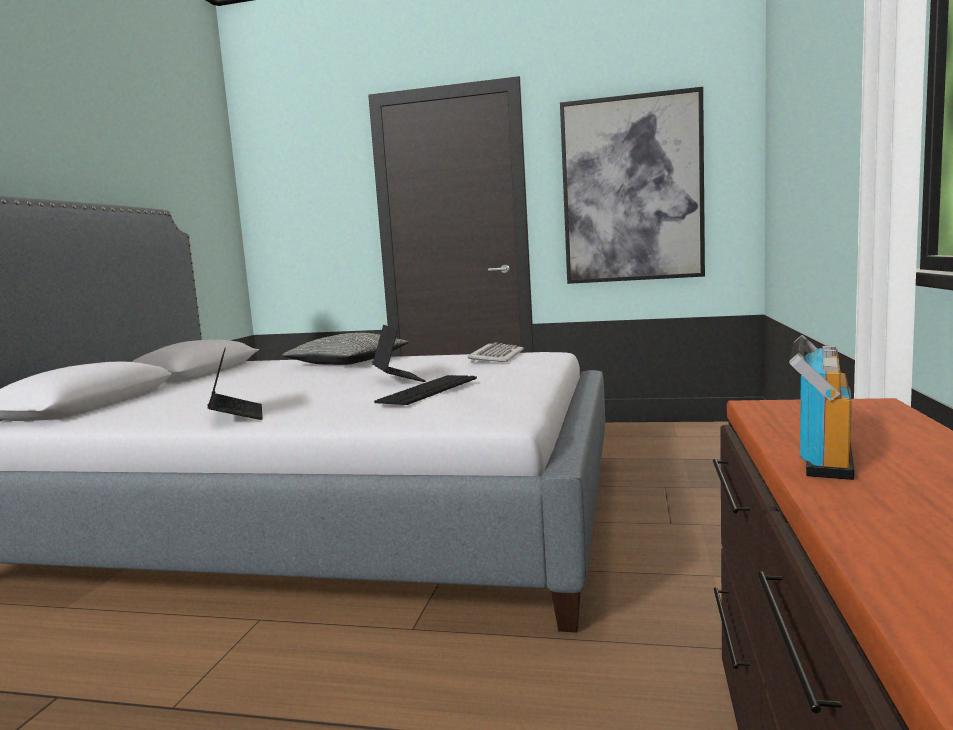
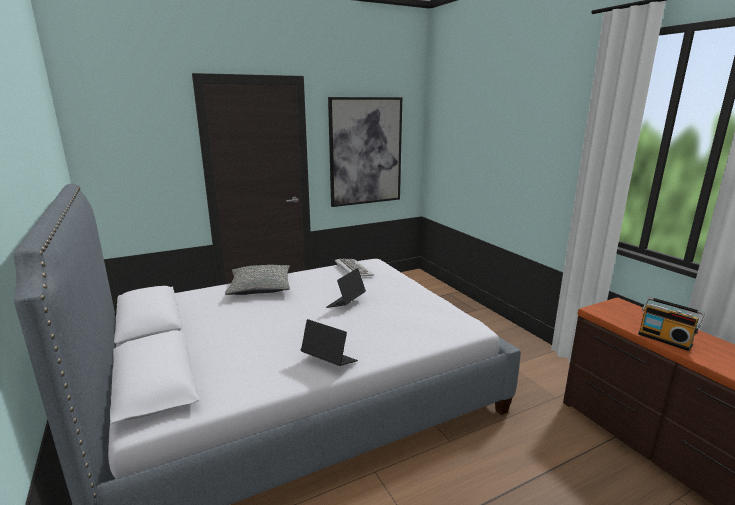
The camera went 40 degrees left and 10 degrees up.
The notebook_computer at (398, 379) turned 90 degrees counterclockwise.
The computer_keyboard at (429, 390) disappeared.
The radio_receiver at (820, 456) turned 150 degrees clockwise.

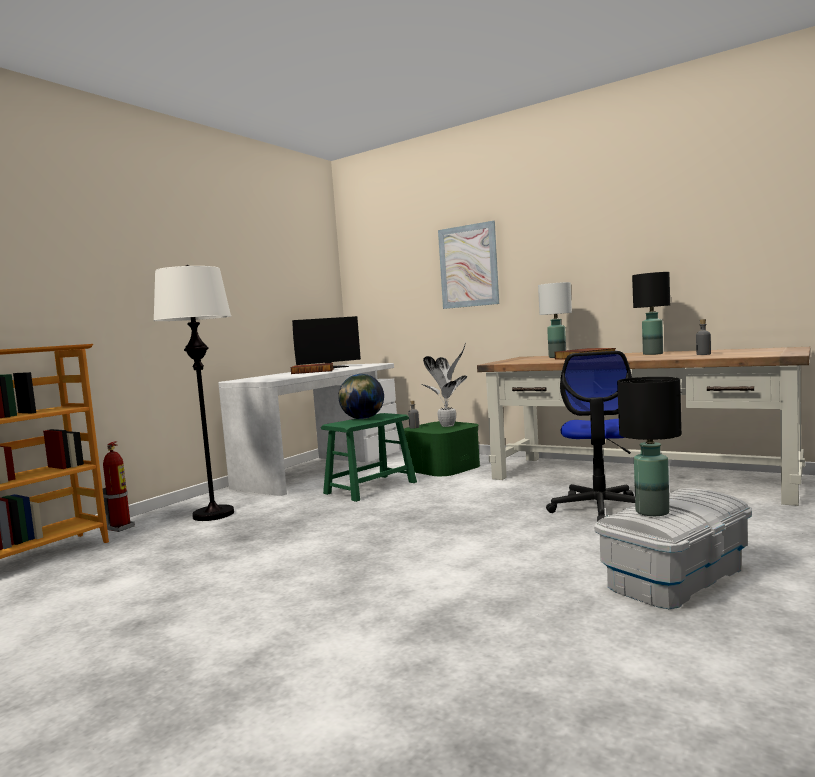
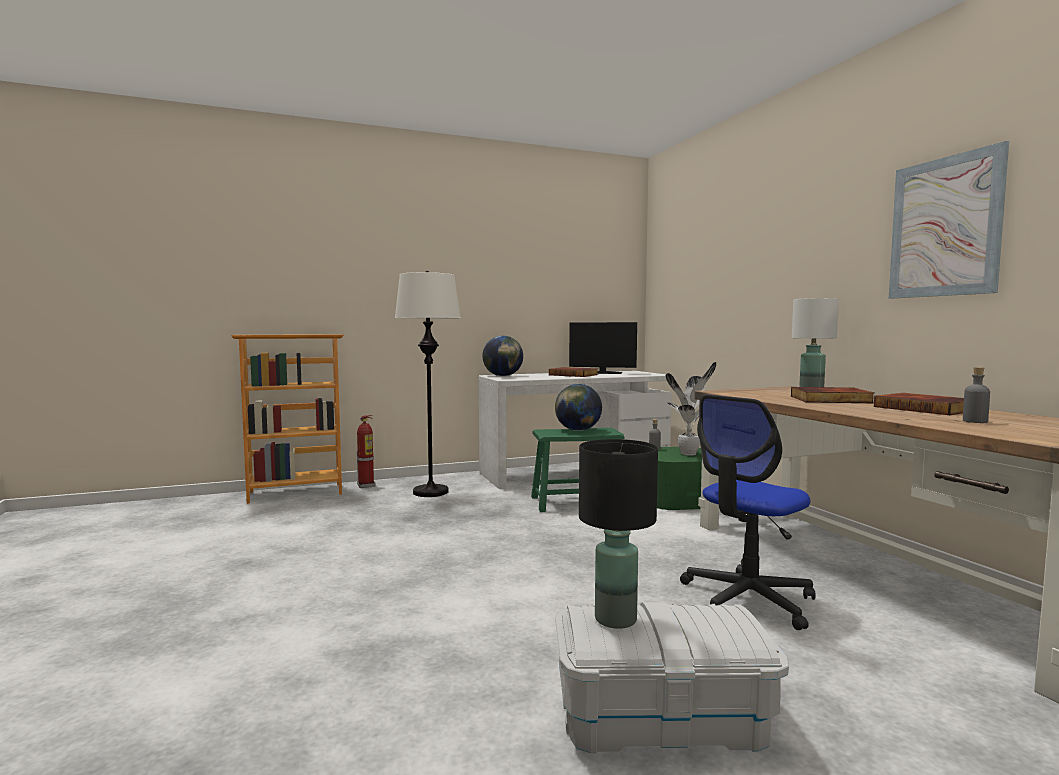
The camera went 35 degrees right and 0 degrees up.
The wall_art moved from (468, 266) to (944, 227).
The blackish_tabletop_lamp at (653, 354) was replaced by the book at (926, 408).
The world_globe at (503, 376) appeared.

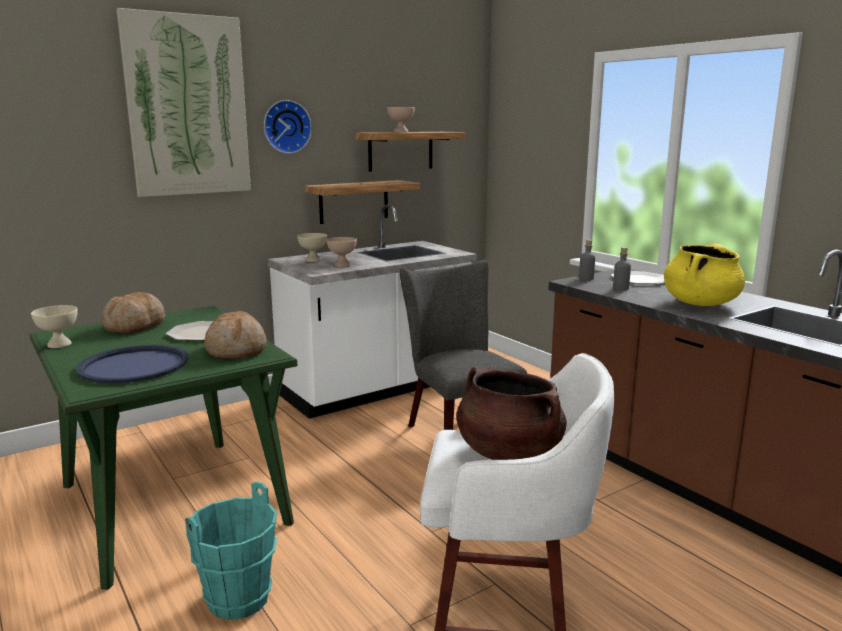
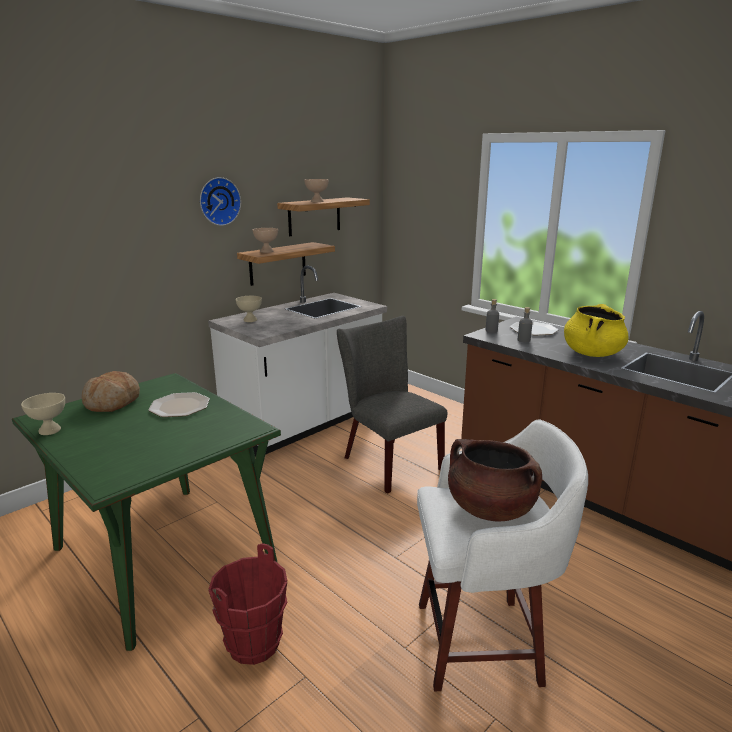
The camera went 10 degrees left and 5 degrees up.
The blue-coloured_carrying_tray at (134, 365) disappeared.
The wall_art at (187, 106) disappeared.
The turquoise-coloured_pail at (239, 599) became the red_pail at (254, 644).
The bakery_bread at (236, 350) disappeared.
The beige_serving_bowl moved from (343, 265) to (267, 251).

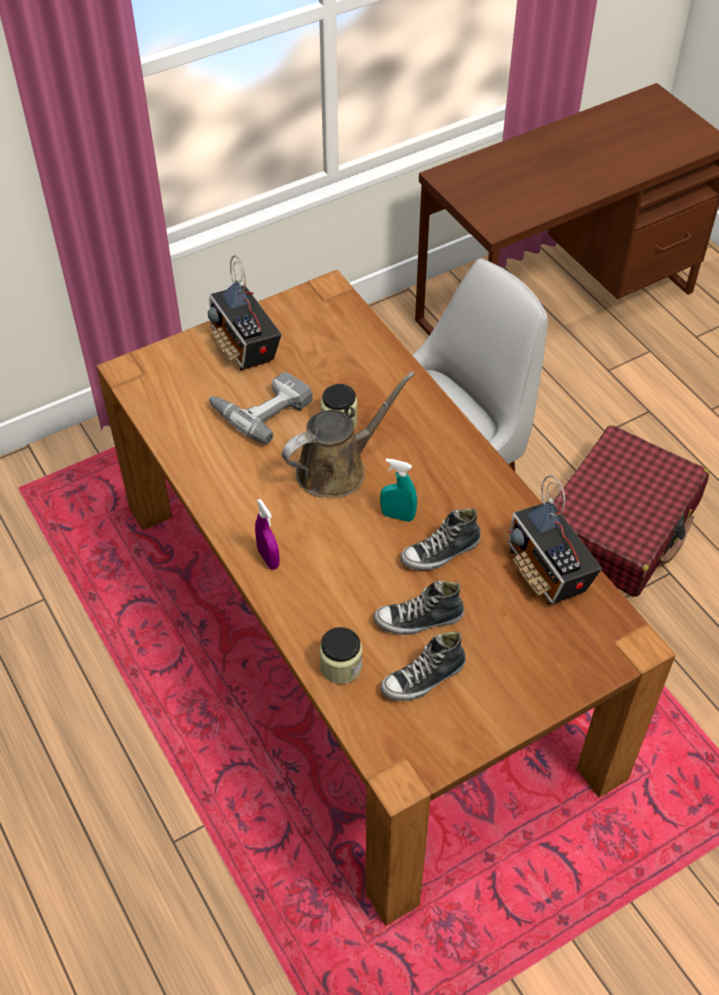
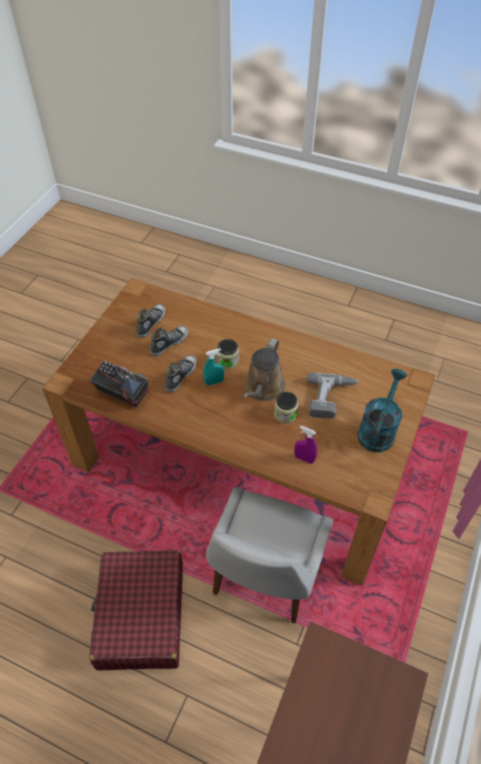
The camera went 145 degrees right and 0 degrees up.
The radio_receiver at (245, 346) was replaced by the turquoise-coloured_watering_pot at (378, 429).
The purple-coloured_hand_sprayer moved from (268, 558) to (304, 458).
The preserve_jar moved from (341, 666) to (228, 361).

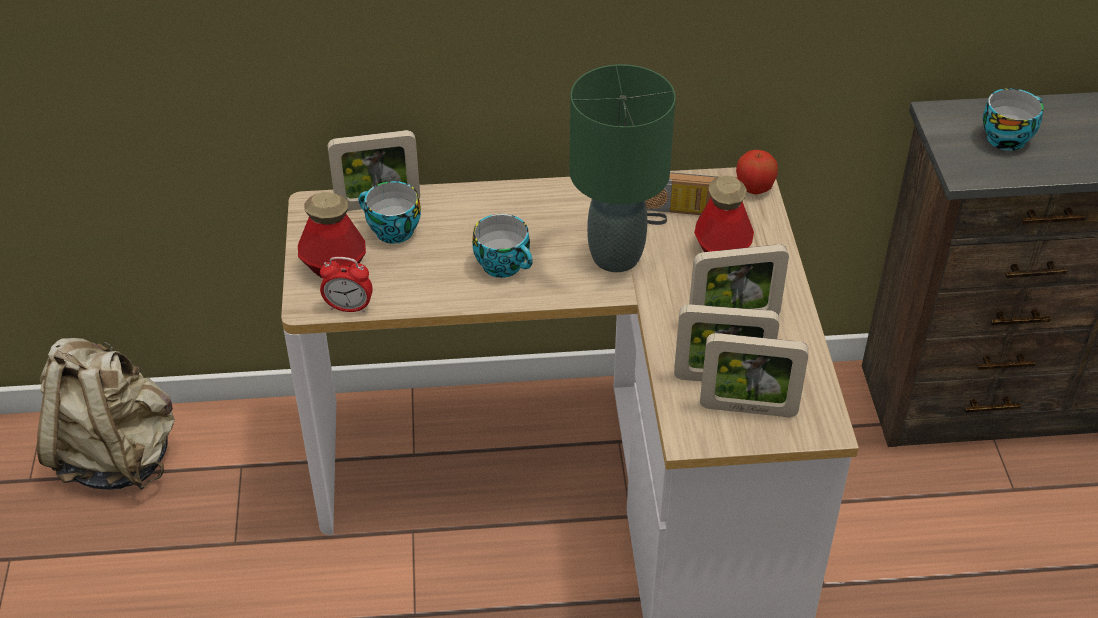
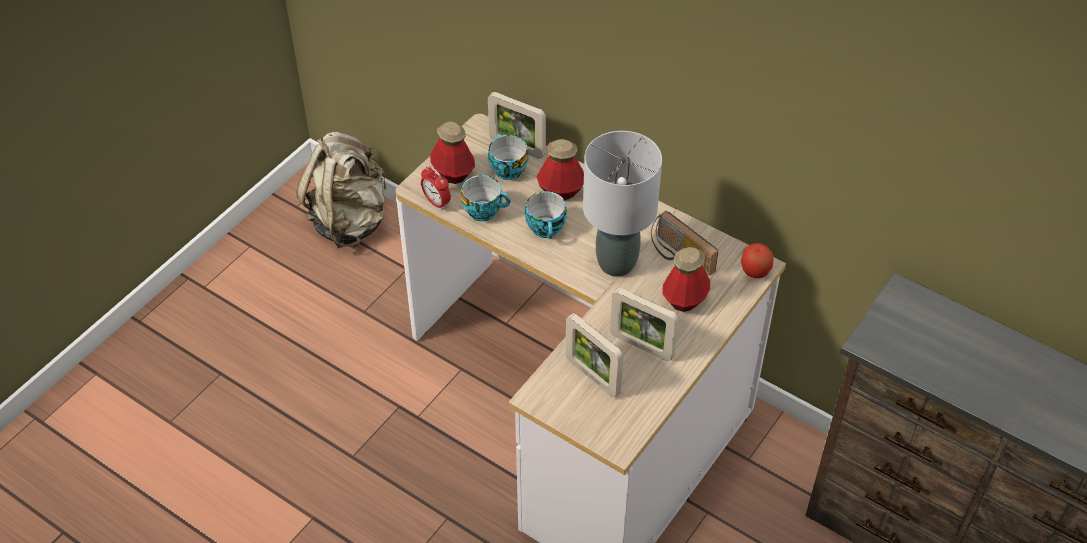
The camera went 40 degrees right and 5 degrees up.
The green_tabletop_lamp at (616, 257) became the greyish_tabletop_lamp at (617, 264).
The standing_frame at (748, 409) disappeared.
The drinking_cup moved from (1007, 137) to (484, 210).
The bottle at (561, 191) appeared.

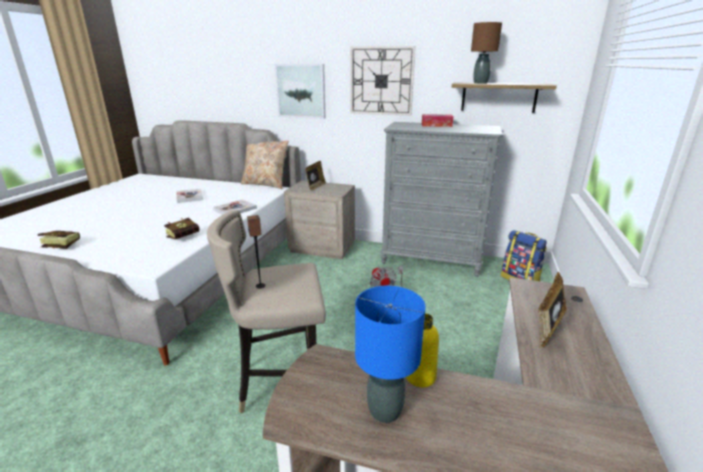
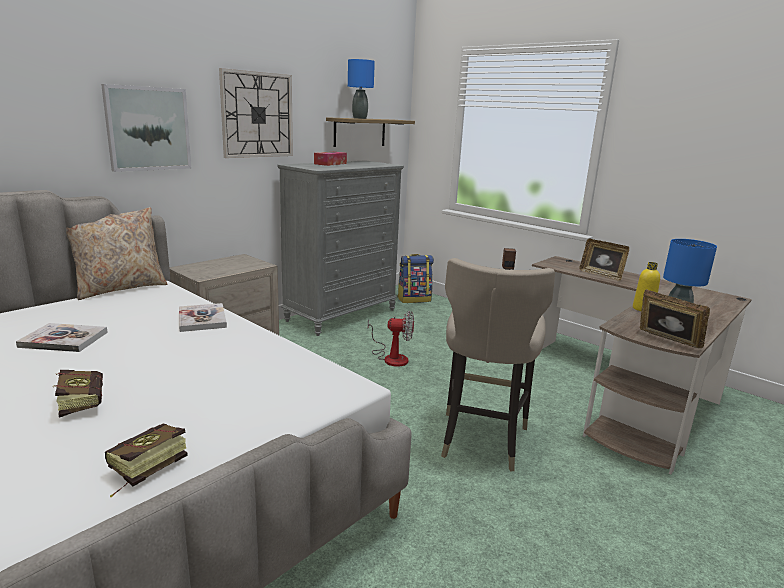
The camera went 65 degrees left and 5 degrees down.
The book moved from (187, 237) to (82, 403).
The standing_frame moved from (315, 186) to (667, 341).
The brown-coloured_tabletop_lamp at (480, 83) became the blue-coloured_tabletop_lamp at (359, 118).

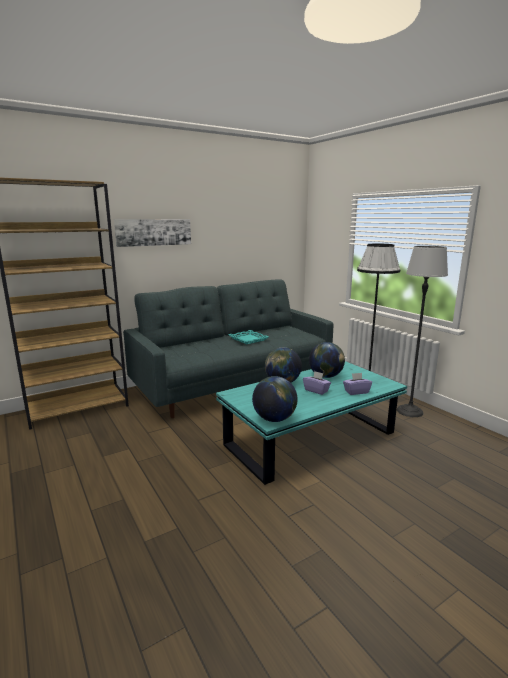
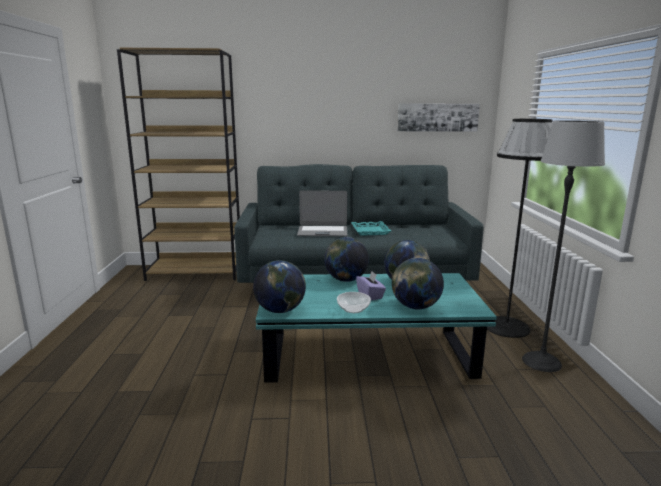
The camera went 30 degrees right and 0 degrees up.
The wall_art moved from (153, 232) to (437, 117).
The purple-coloured_box_of_tissues at (356, 392) was replaced by the world_globe at (415, 307).
The notebook_computer at (322, 232) appeared.
The serving_bowl at (353, 309) appeared.

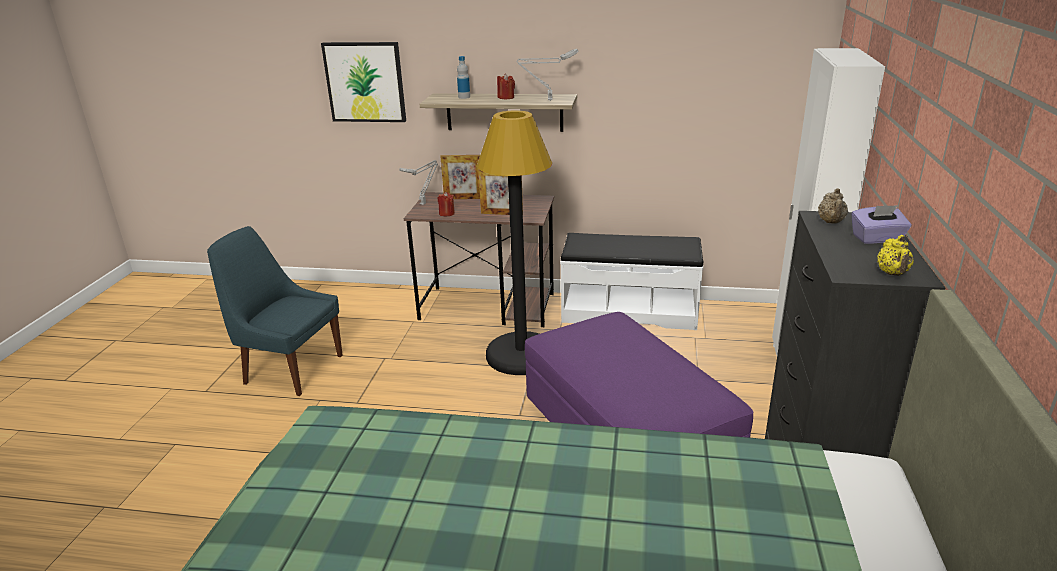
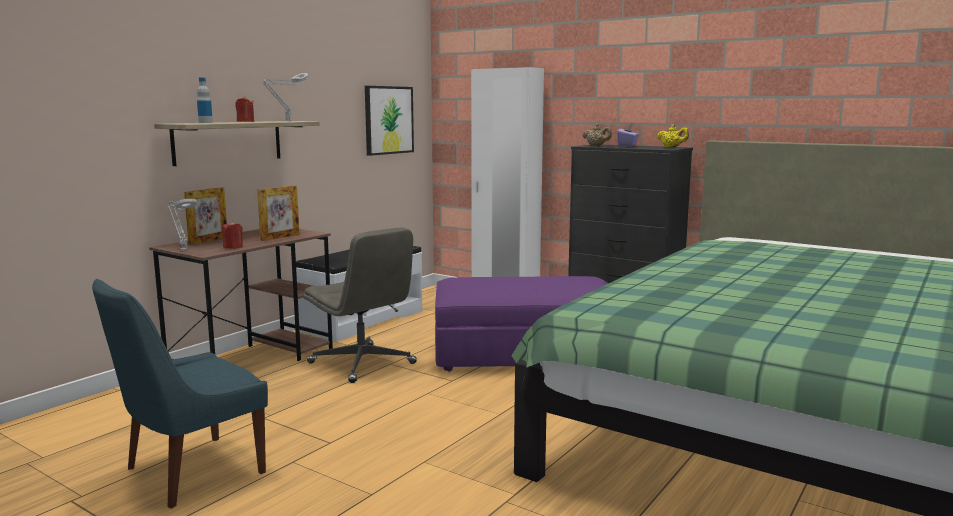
The camera went 65 degrees left and 15 degrees down.
The wall_art moved from (365, 82) to (388, 120).
The blackish_standard_lamp at (521, 355) was replaced by the greyish_computer_chair at (363, 363).

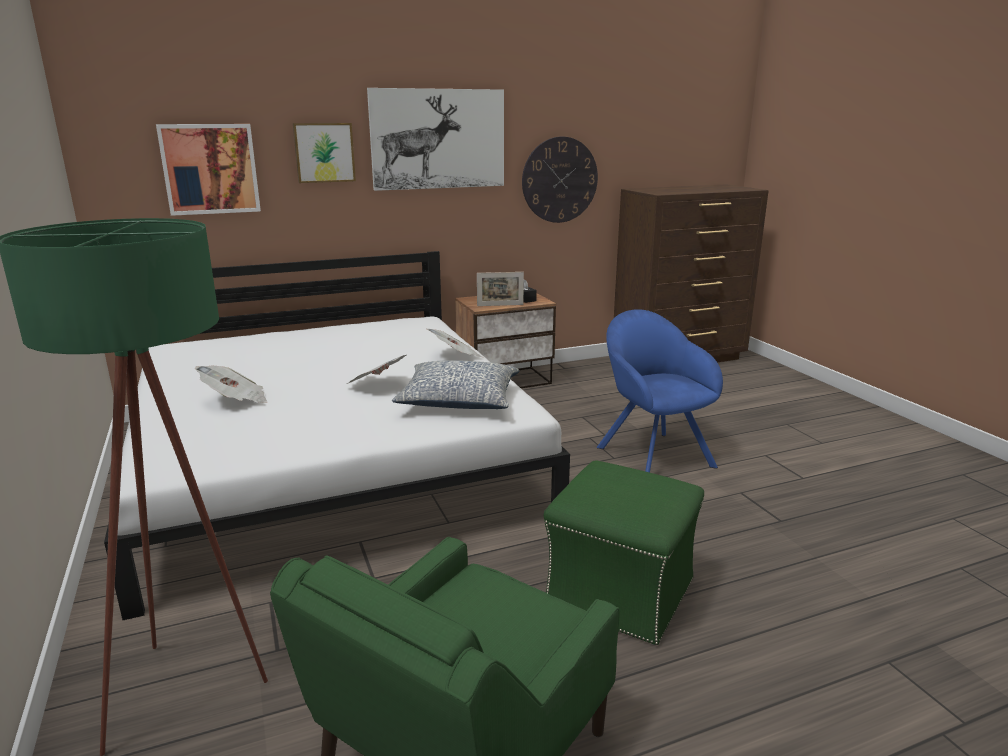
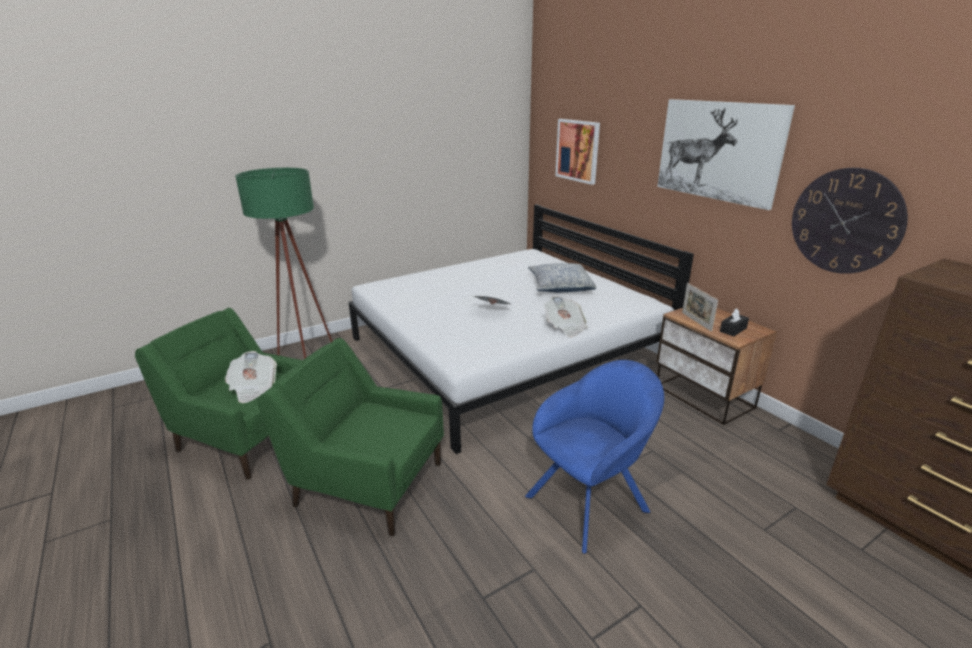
The camera went 80 degrees right and 5 degrees up.
The newspaper moved from (236, 400) to (253, 388).
The wall_art at (324, 152) disappeared.
The cushion moved from (458, 401) to (560, 287).
The green_ottoman at (618, 592) was replaced by the green_easy_chair at (367, 483).

